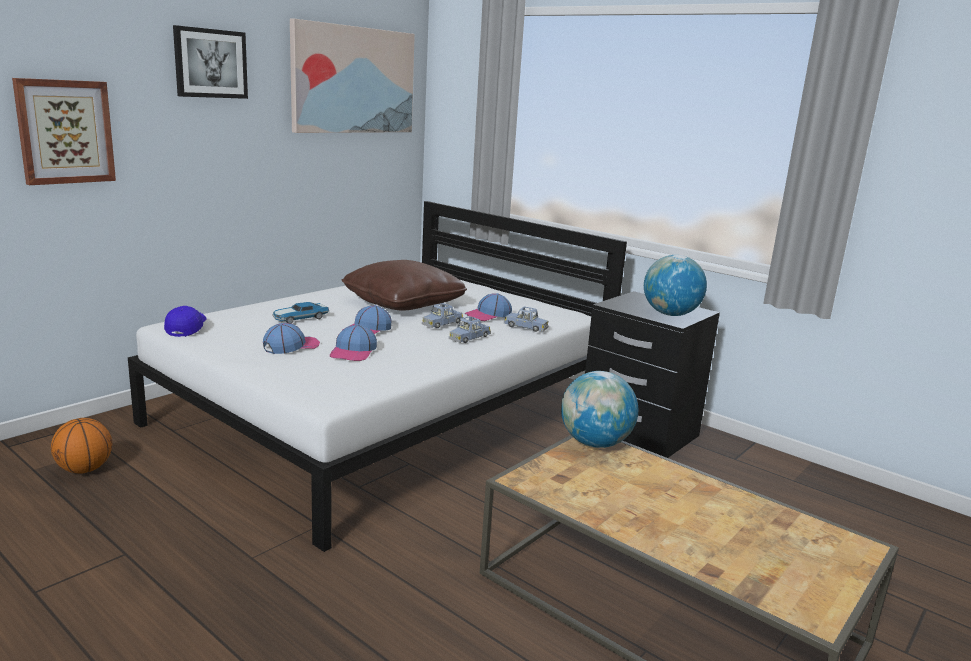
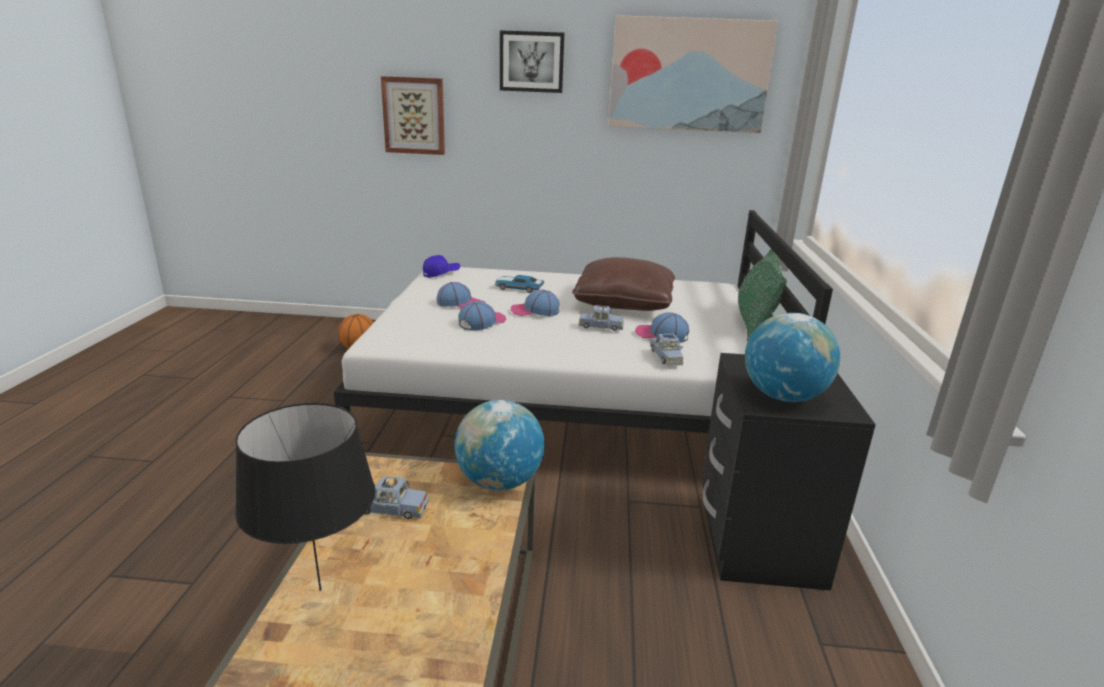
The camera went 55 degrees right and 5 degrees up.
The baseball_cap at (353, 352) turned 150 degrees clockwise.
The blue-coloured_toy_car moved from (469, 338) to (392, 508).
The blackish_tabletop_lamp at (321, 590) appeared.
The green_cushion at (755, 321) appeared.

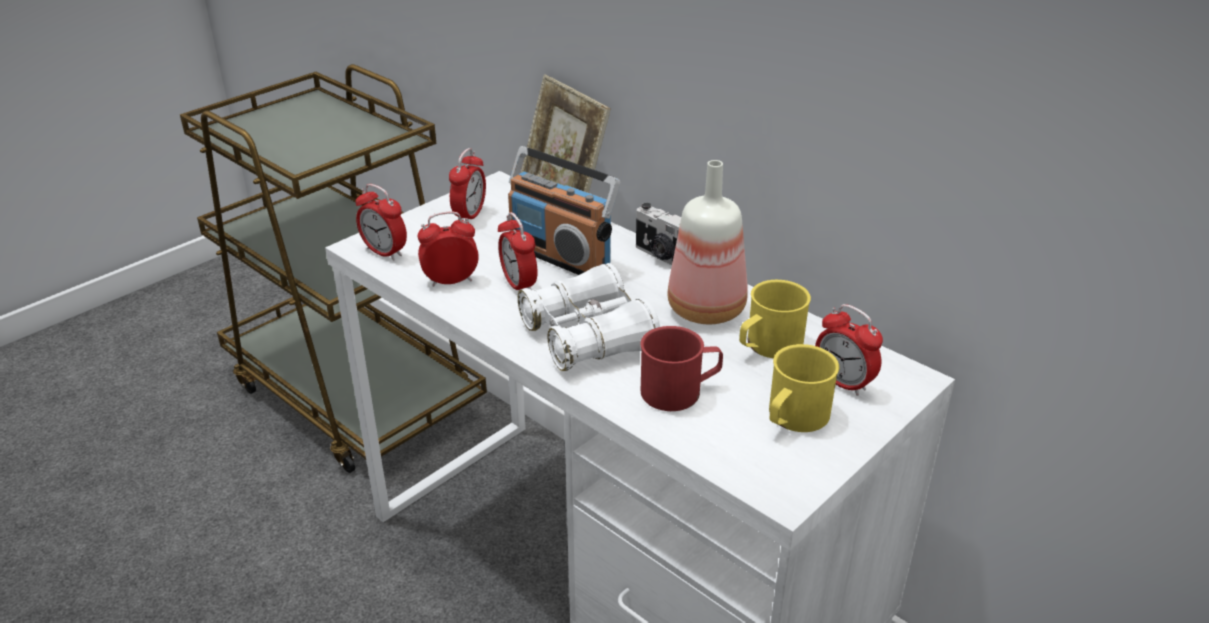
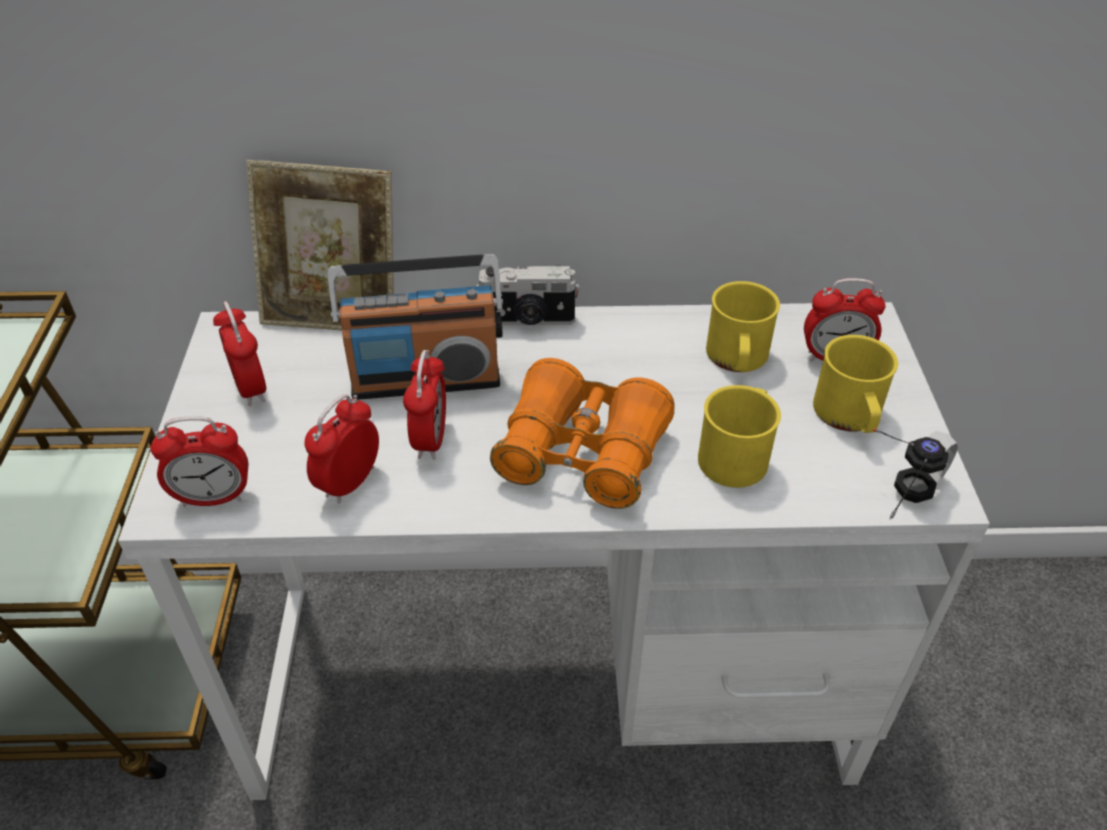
The camera went 45 degrees left and 10 degrees up.
The alarm_clock at (519, 285) turned 105 degrees counterclockwise.
The white_binoculars at (588, 336) became the orange-coloured_binoculars at (582, 453).
The red_mug at (680, 391) became the yellow-coloured_mug at (737, 454).
The bottle at (707, 308) disappeared.
The headset at (886, 499) appeared.

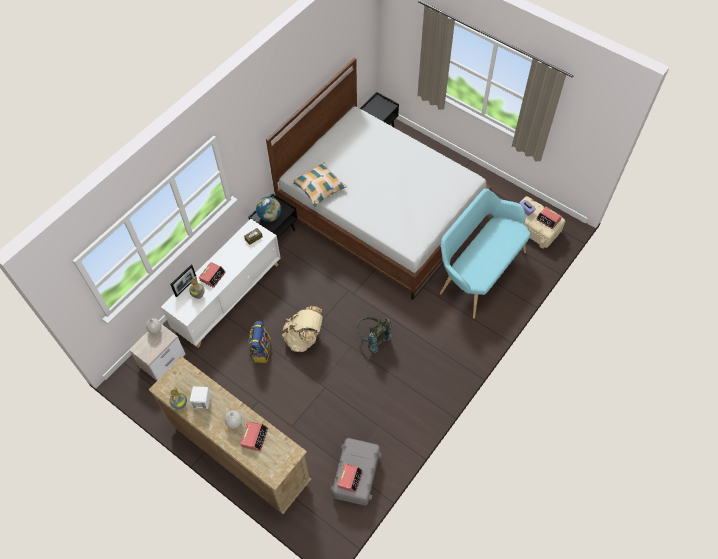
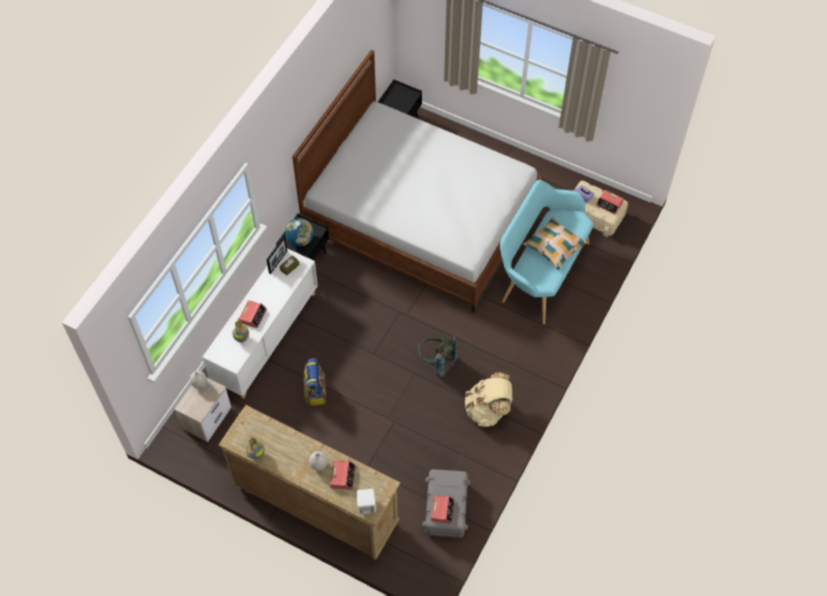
The camera went 10 degrees left and 0 degrees up.
The standing_frame moved from (186, 286) to (278, 262).
The white_audio_speaker moved from (202, 402) to (366, 506).
The beige_knapsack moved from (304, 337) to (487, 410).
The cushion moved from (319, 187) to (554, 246).

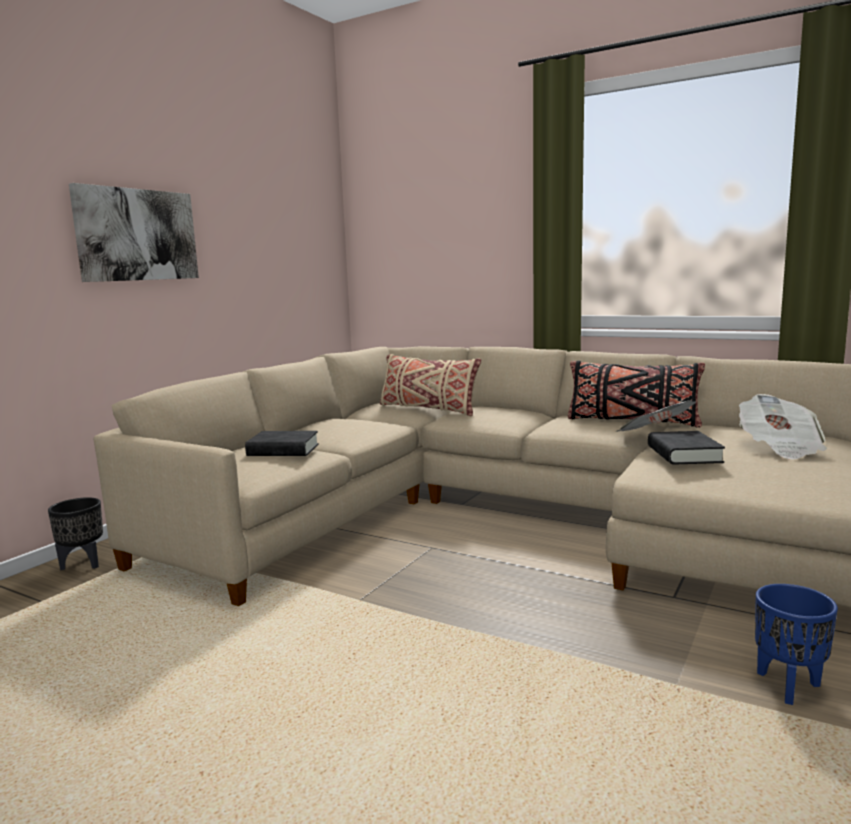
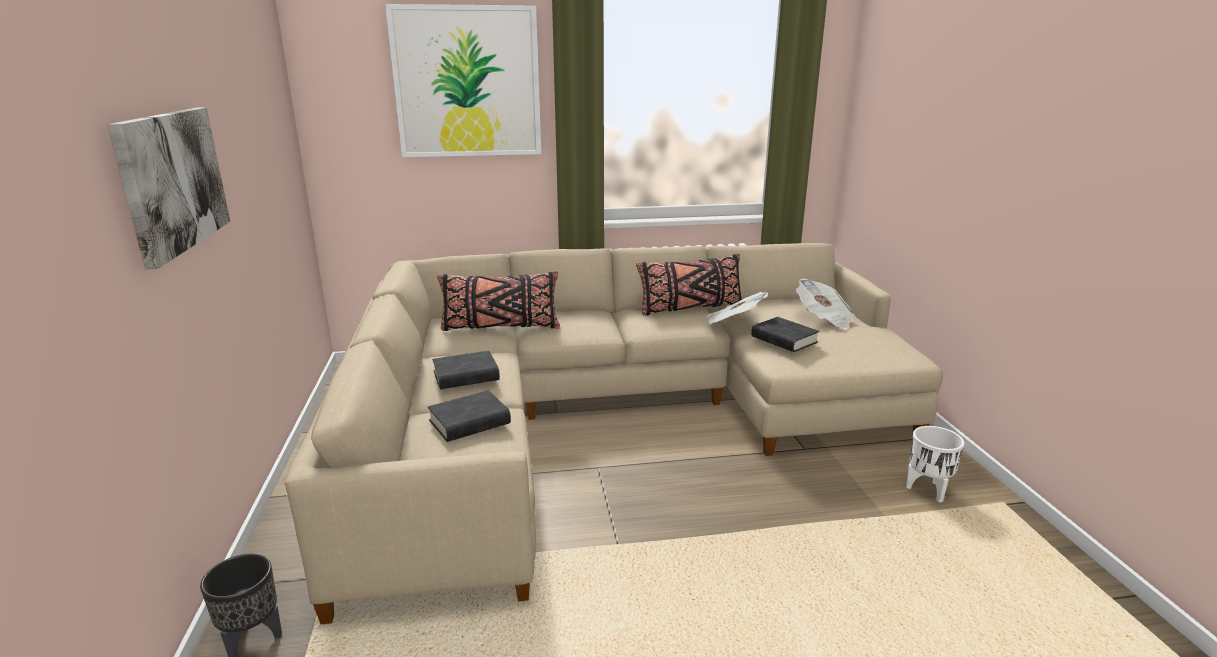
The camera went 40 degrees left and 10 degrees up.
The beige_cushion at (428, 409) became the blackish_cushion at (500, 327).
The blue-coloured_plant_pot at (789, 686) became the white_plant_pot at (928, 490).
The wall_art at (467, 82) appeared.
The blackish_book at (466, 376) appeared.

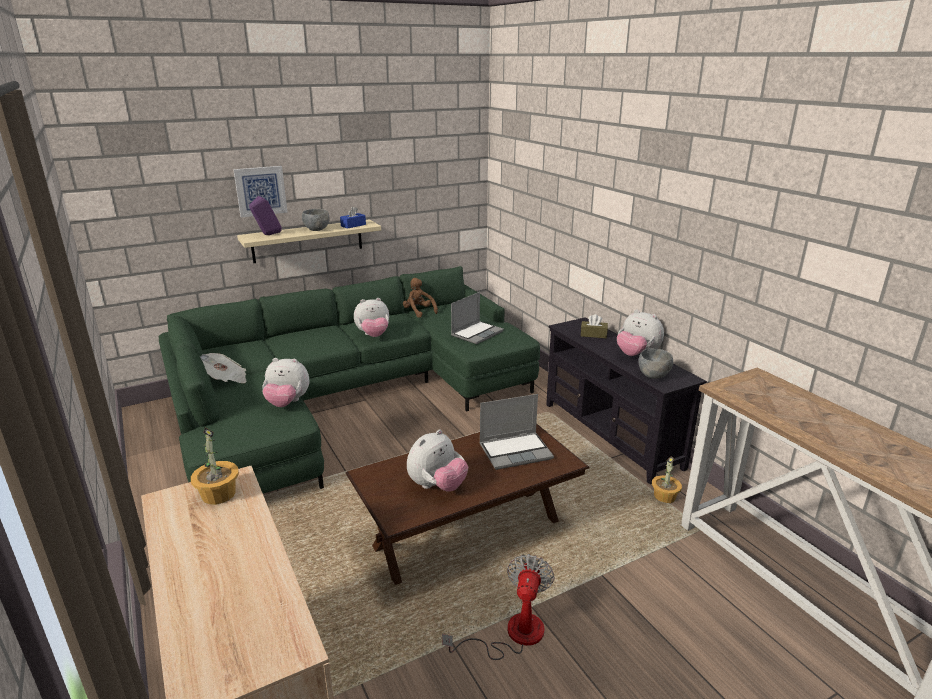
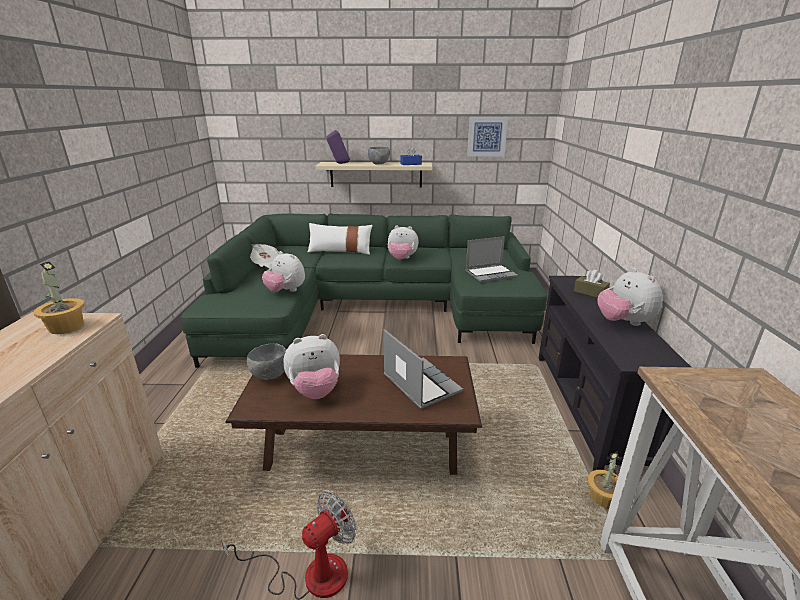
The camera went 30 degrees right and 0 degrees up.
The wall_art moved from (260, 191) to (487, 136).
The brown-coloured_plush_toy at (419, 312) disappeared.
The notebook_computer at (516, 451) turned 135 degrees counterclockwise.
The greyish_serving_bowl moved from (653, 376) to (271, 375).
The white_cushion at (340, 251) appeared.

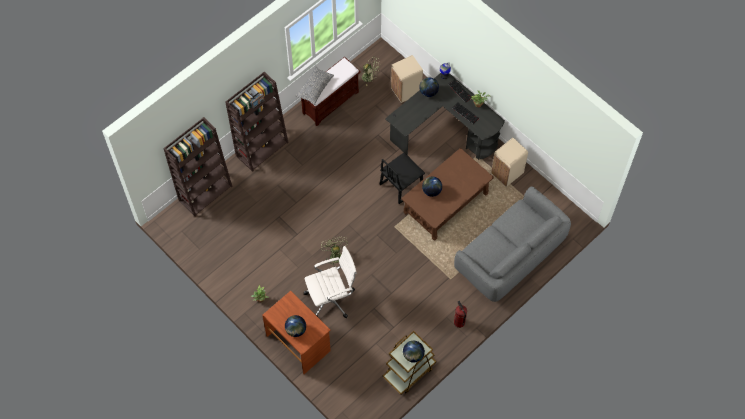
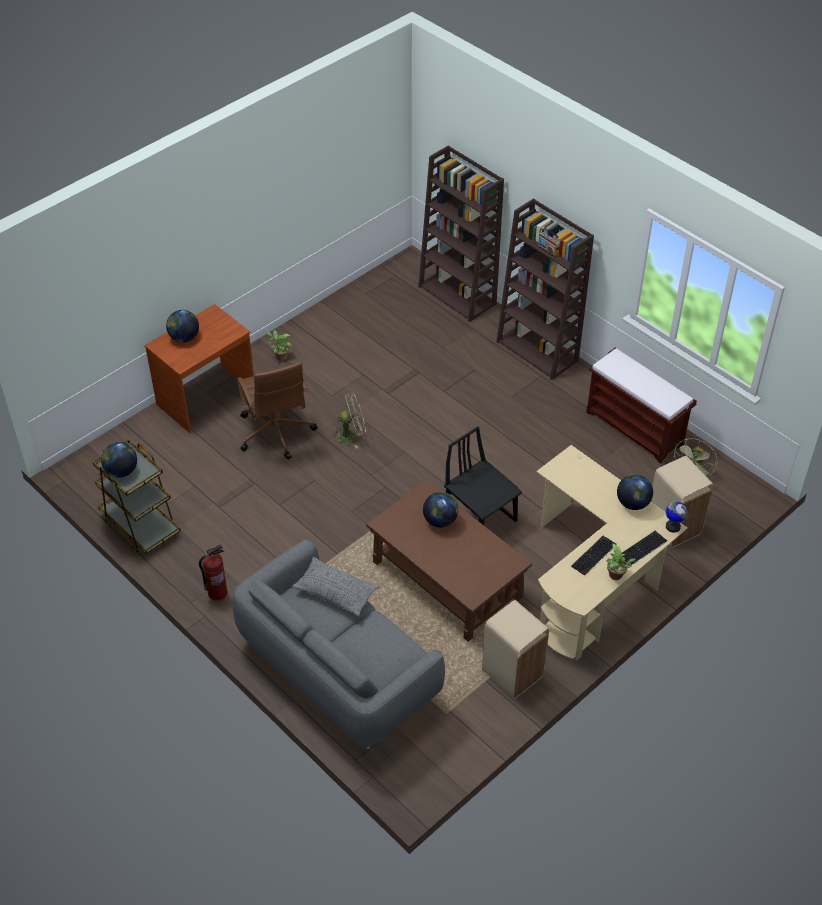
The camera went 90 degrees right and 15 degrees down.
The greyish_cushion moved from (315, 88) to (336, 592).
The white_computer_chair at (331, 298) became the brown-coloured_computer_chair at (276, 433).
The blackish_desk_table at (445, 131) became the beige_desk_table at (595, 581).

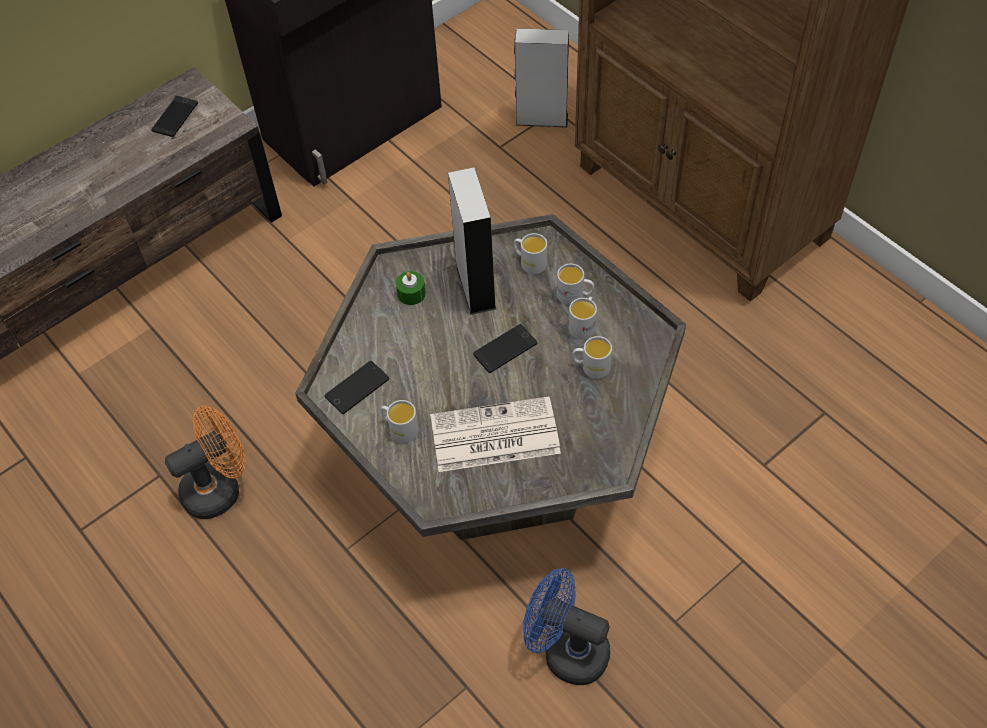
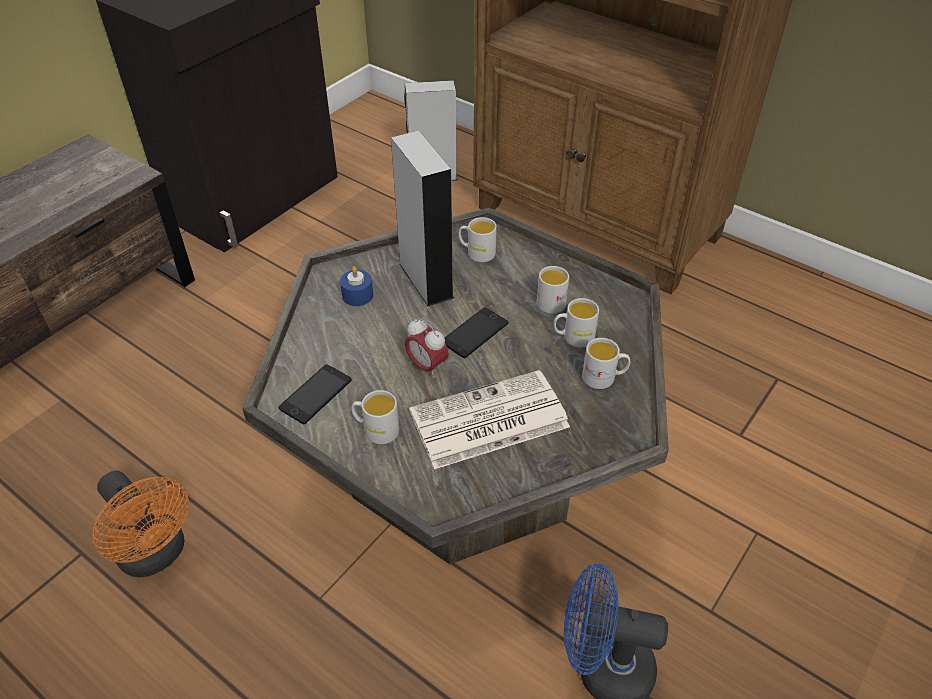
The camera went 15 degrees left and 10 degrees down.
The phone at (175, 117) disappeared.
The orange-coloured_fan at (219, 487) turned 90 degrees clockwise.
The green_candle at (411, 293) became the blue-coloured_candle at (357, 295).
The white_mug moved from (575, 295) to (604, 378).
The alarm_clock at (427, 366) appeared.

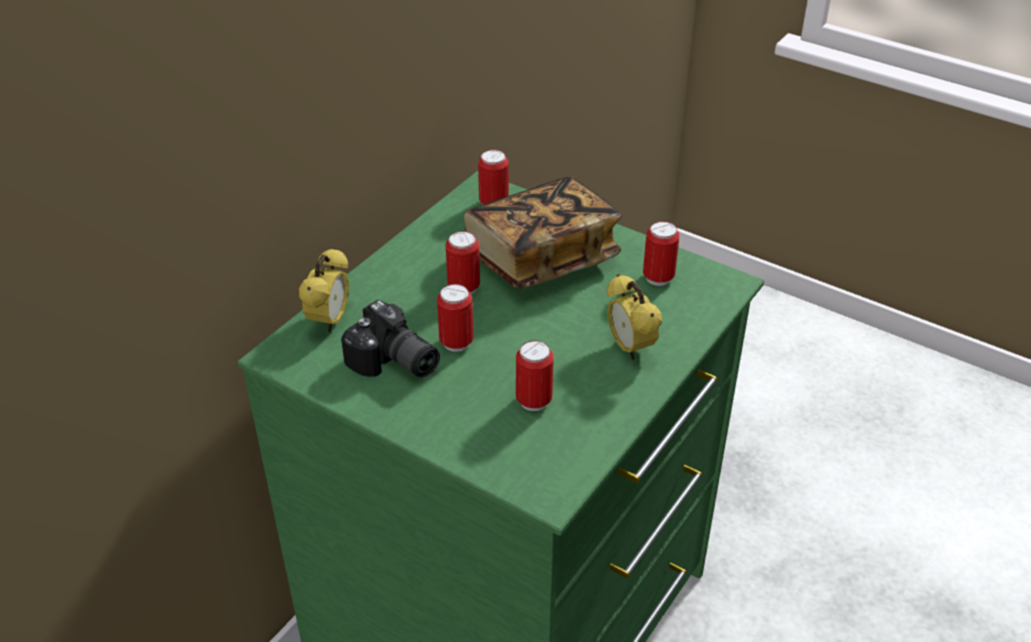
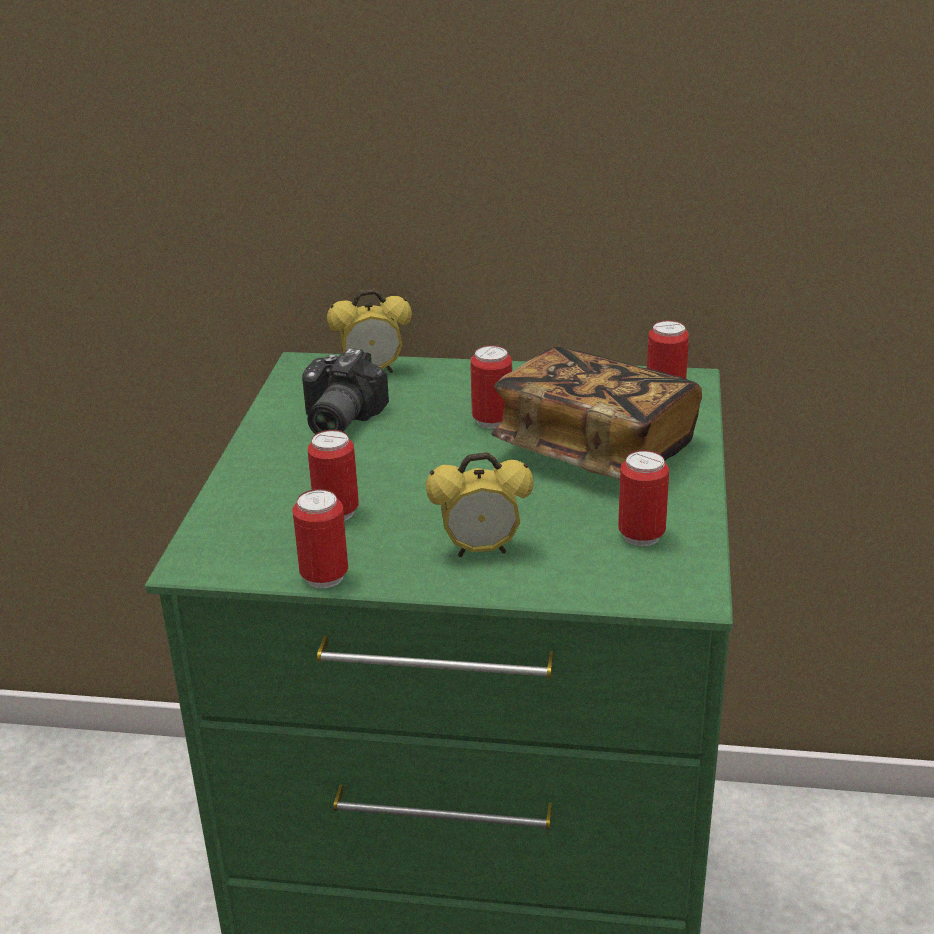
The camera went 65 degrees right and 10 degrees down.
The sealed_can moved from (456, 342) to (324, 577).
The alarm_clock at (630, 348) turned 135 degrees counterclockwise.

